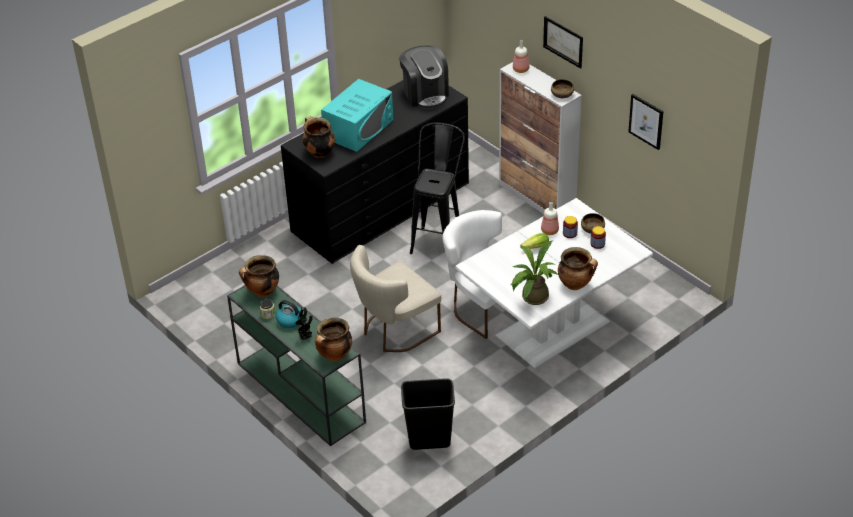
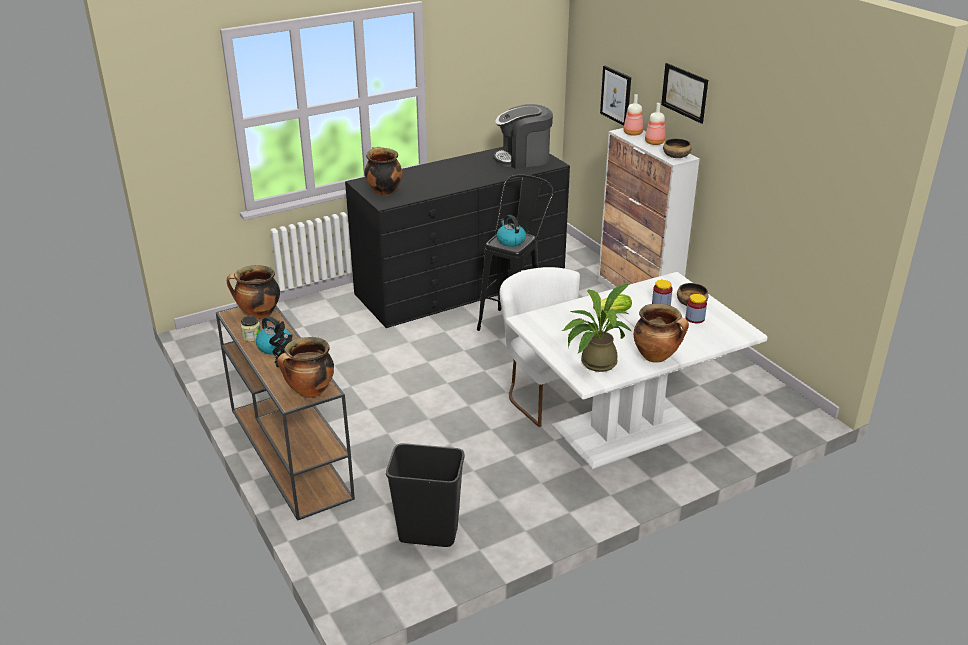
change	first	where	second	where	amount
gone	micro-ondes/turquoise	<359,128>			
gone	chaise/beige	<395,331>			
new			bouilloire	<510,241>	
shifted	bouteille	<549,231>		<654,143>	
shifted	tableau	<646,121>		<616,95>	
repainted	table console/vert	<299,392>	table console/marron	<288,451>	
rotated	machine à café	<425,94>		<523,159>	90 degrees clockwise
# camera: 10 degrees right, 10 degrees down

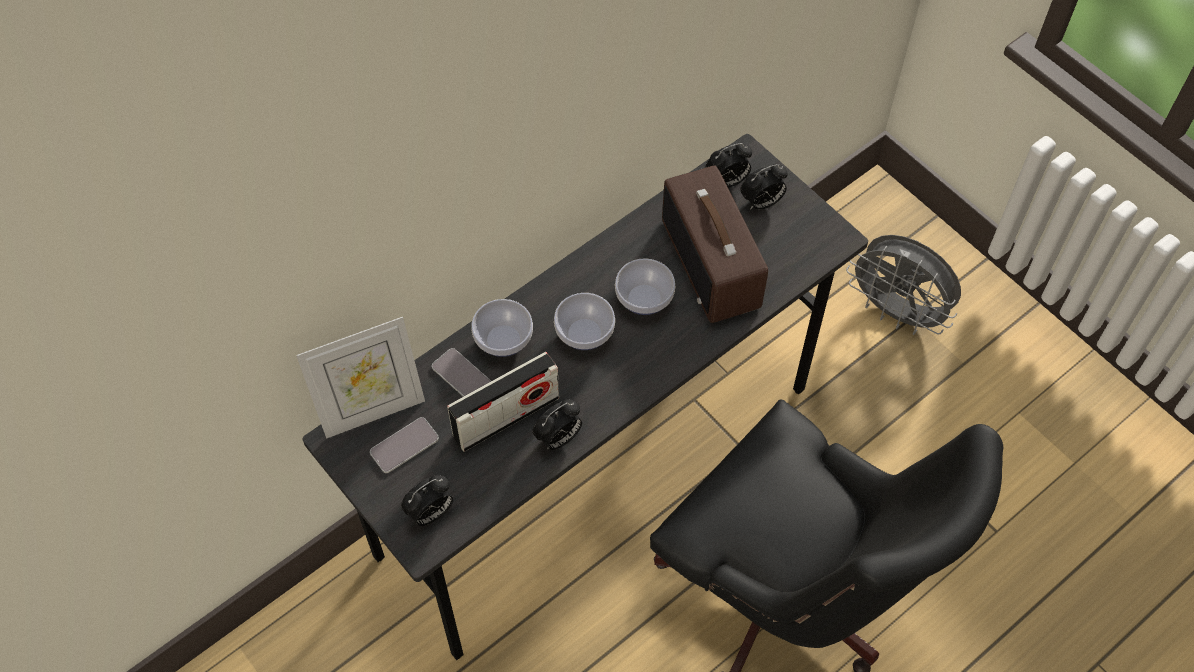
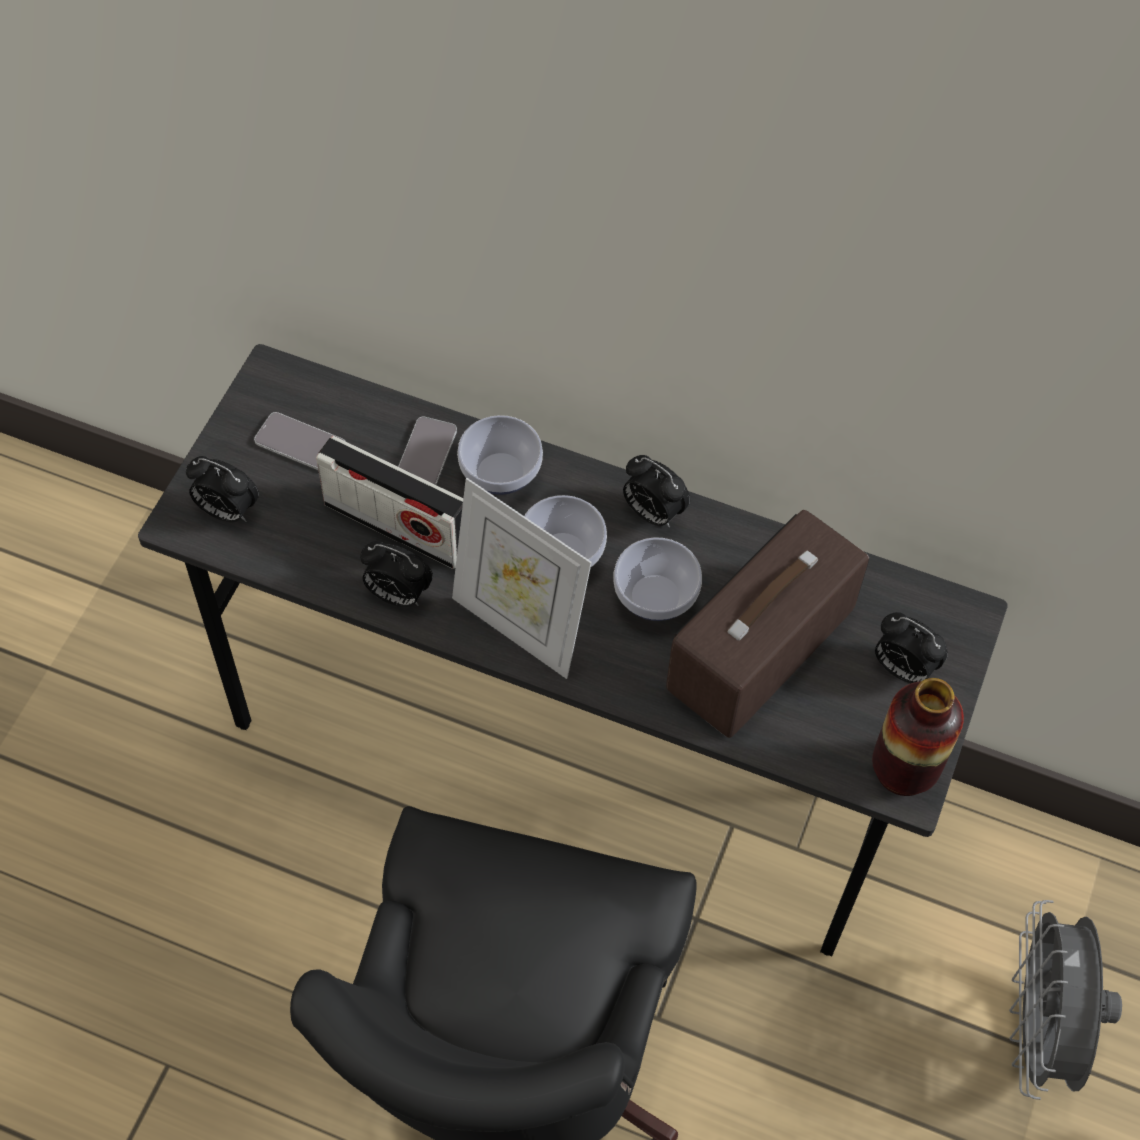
change	first	where	second	where	amount
new			vase	<903,770>	
shifted	cadre photo	<372,410>		<518,627>	
shifted	réveil	<727,181>		<652,513>	
# camera: 60 degrees right, 0 degrees up

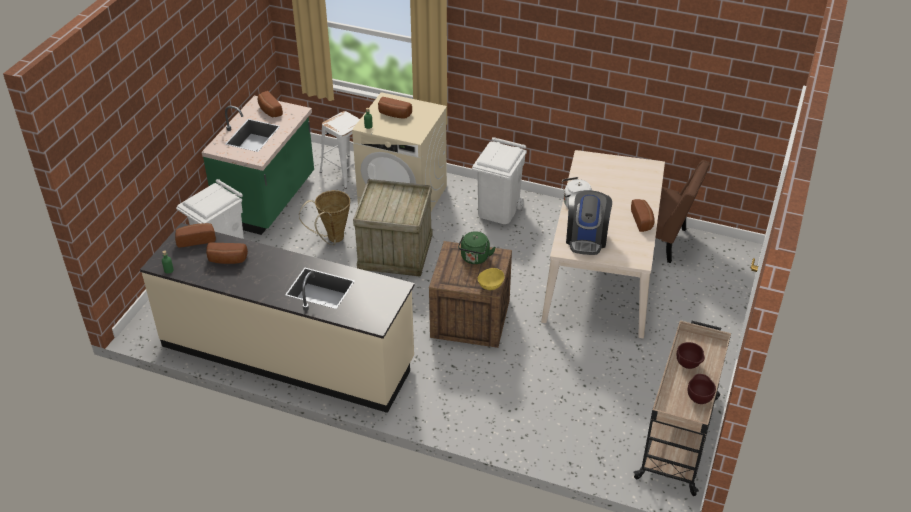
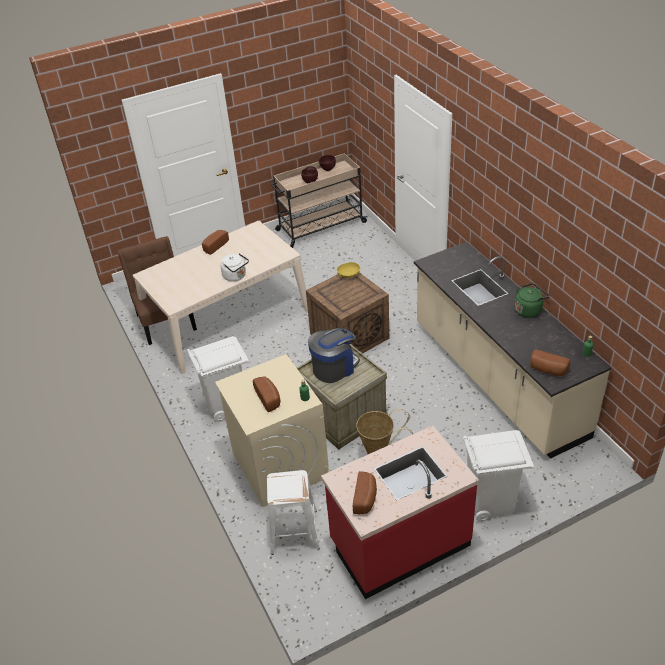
change	first	where	second	where	amount
gone	pain	<227,260>			
shifted	bouilloire/vert	<475,258>		<529,310>	
shifted	machine à café	<586,238>		<334,367>	
repainted	comptoir de cuisine/vert	<268,200>	comptoir de cuisine/rouge	<399,543>	
# camera: 135 degrees left, 0 degrees up

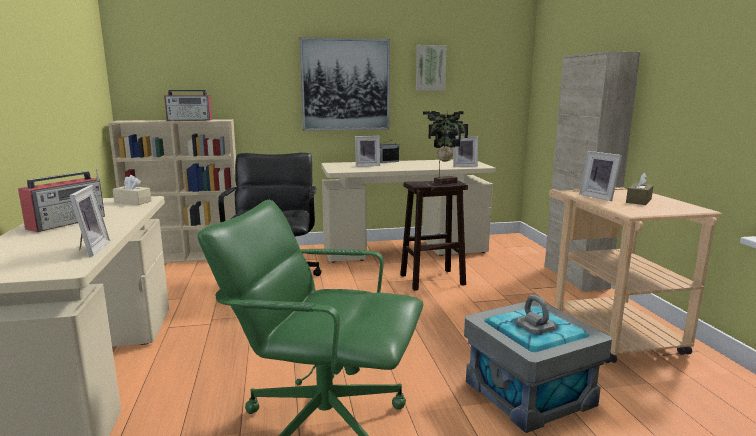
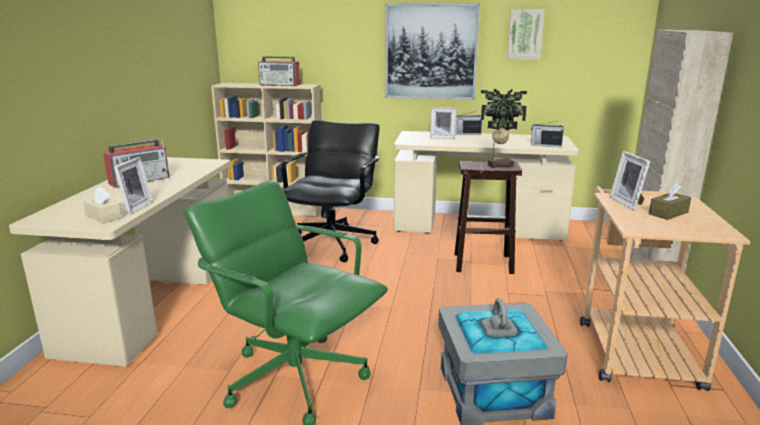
change	first	where	second	where	amount
shifted	boîte à mouchoirs/beige	<133,202>		<103,217>	
swapped	cadre photo	<464,166>	radio	<545,145>	
# camera: 20 degrees right, 5 degrees up

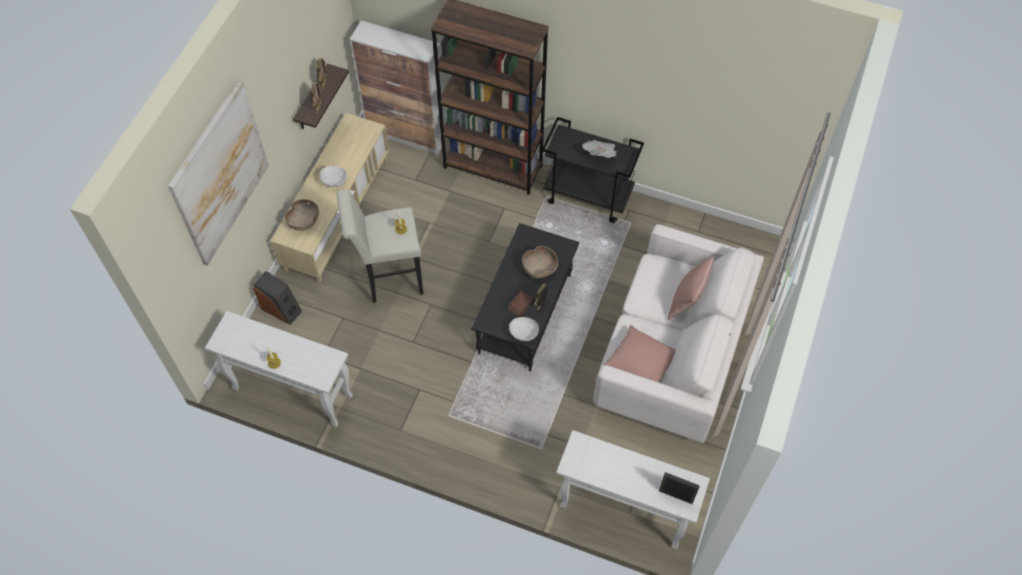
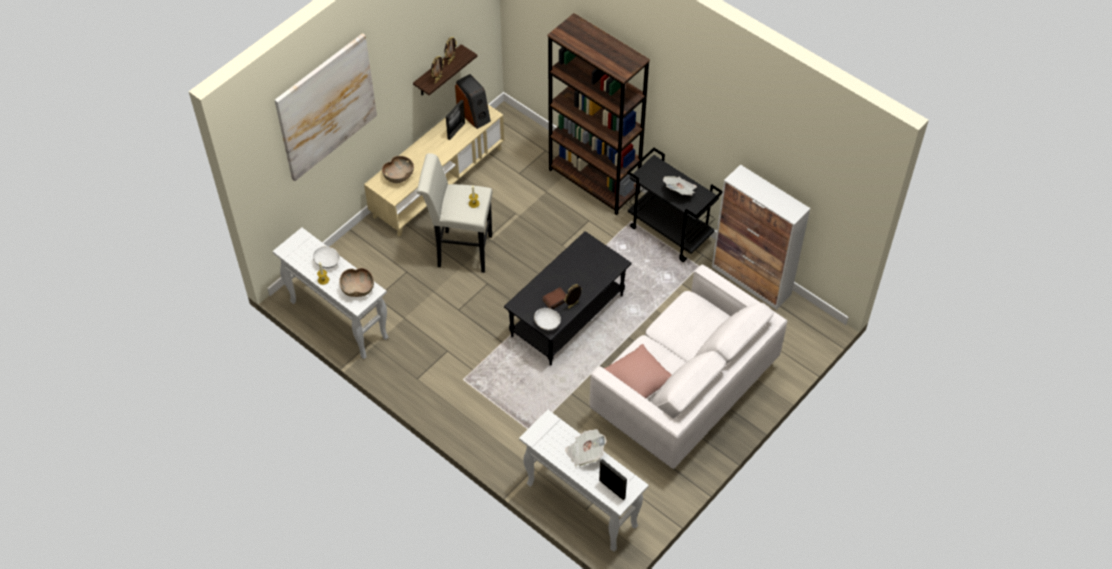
change	first	where	second	where	amount
gone	coussin/rose	<687,302>			
new			cadre photo	<456,131>	
new			journal	<585,453>	
shifted	enceinte	<281,309>		<474,115>	
shifted	bol/blanc	<334,181>		<327,262>	
shifted	meuble de rangement	<407,134>		<751,281>	
shifted	bol/marron	<539,268>		<358,289>	
# camera: 20 degrees right, 5 degrees down

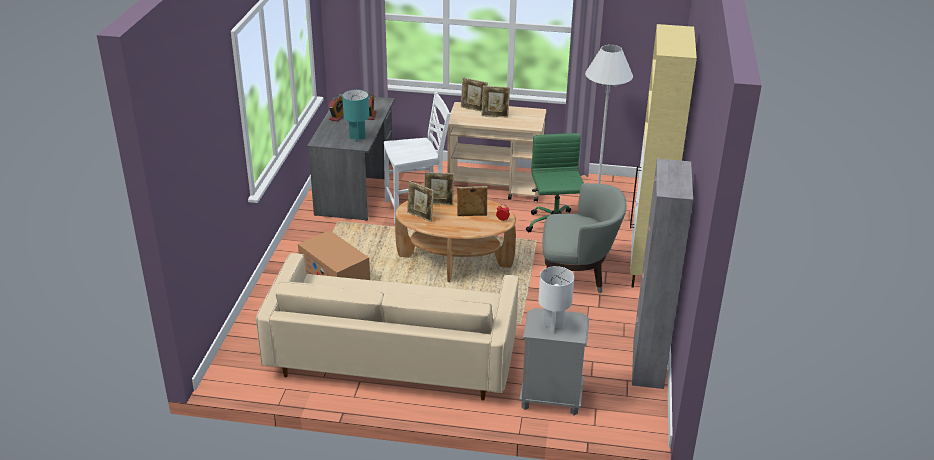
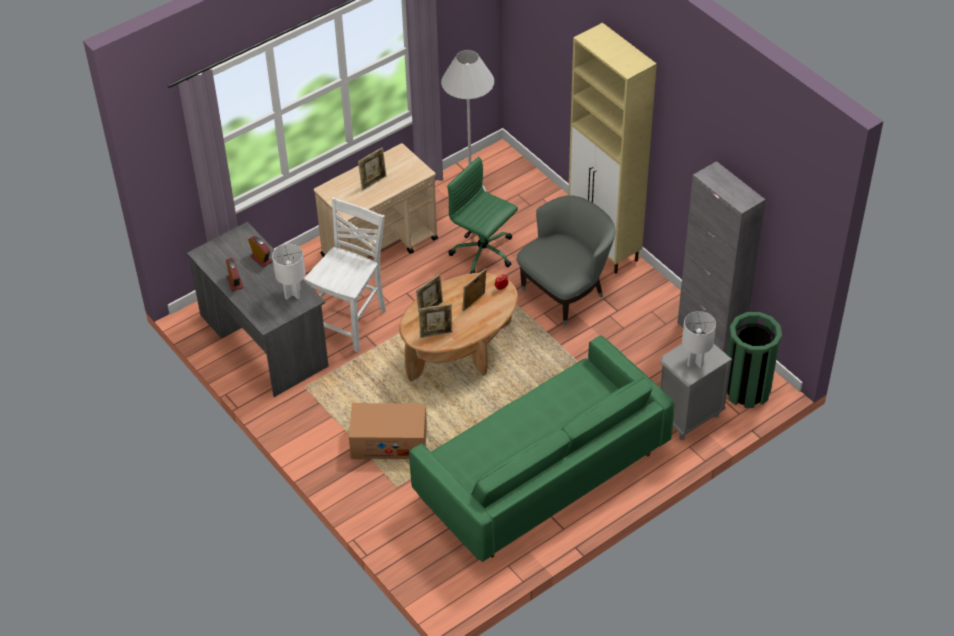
change	first	where	second	where	amount
gone	cadre photo	<473,109>			
new			poubelle/vert	<746,390>	
repainted	canapé/beige	<393,356>	canapé/vert	<541,474>	
repainted	lampe de table/turquoise	<357,138>	lampe de table/blanc	<292,294>	
# camera: 45 degrees left, 15 degrees up

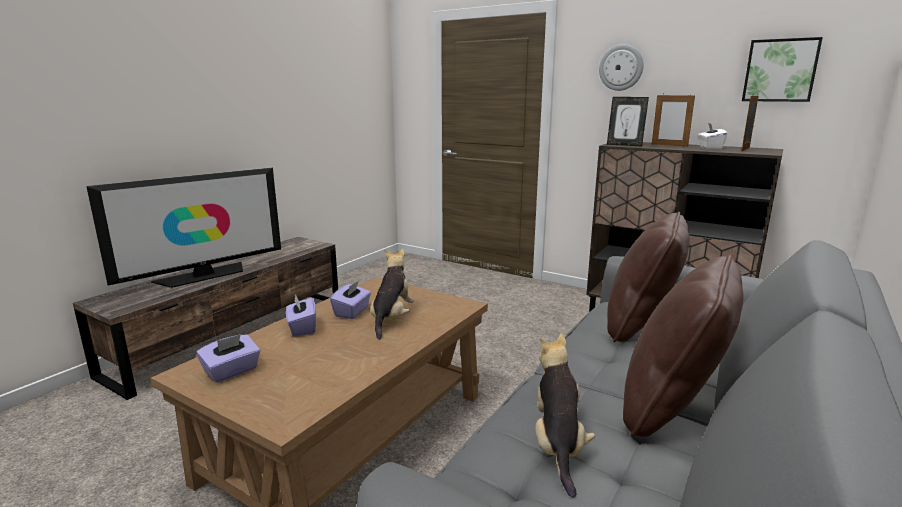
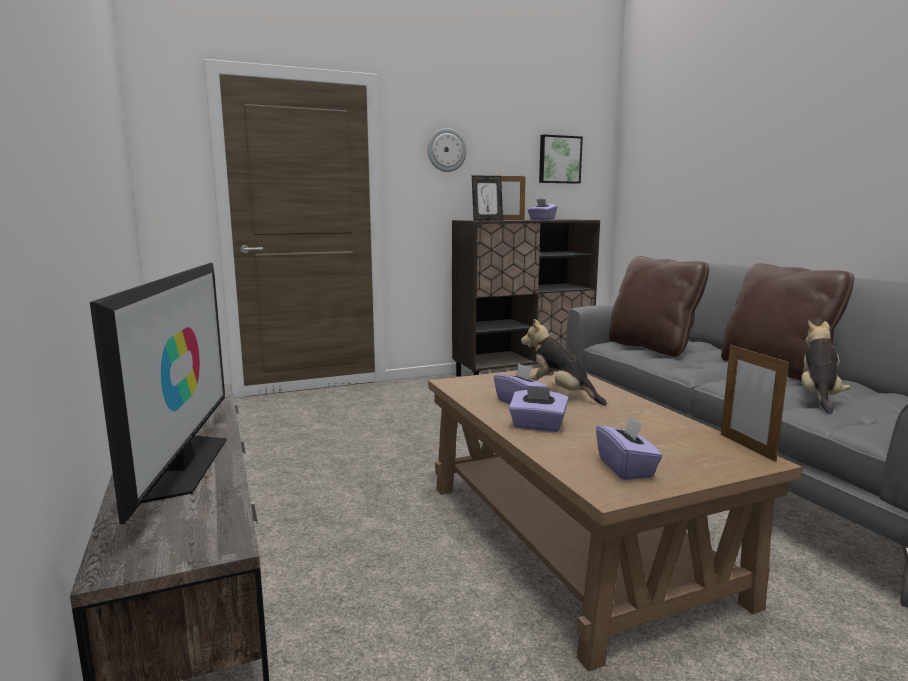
change	first	where	second	where	amount
shifted	cadre photo	<745,149>		<747,447>	
repainted	boîte à mouchoirs/blanc	<709,148>	boîte à mouchoirs/violet	<541,219>	
rotated	peluche	<558,445>		<818,397>	75 degrees clockwise
# camera: 55 degrees left, 5 degrees down

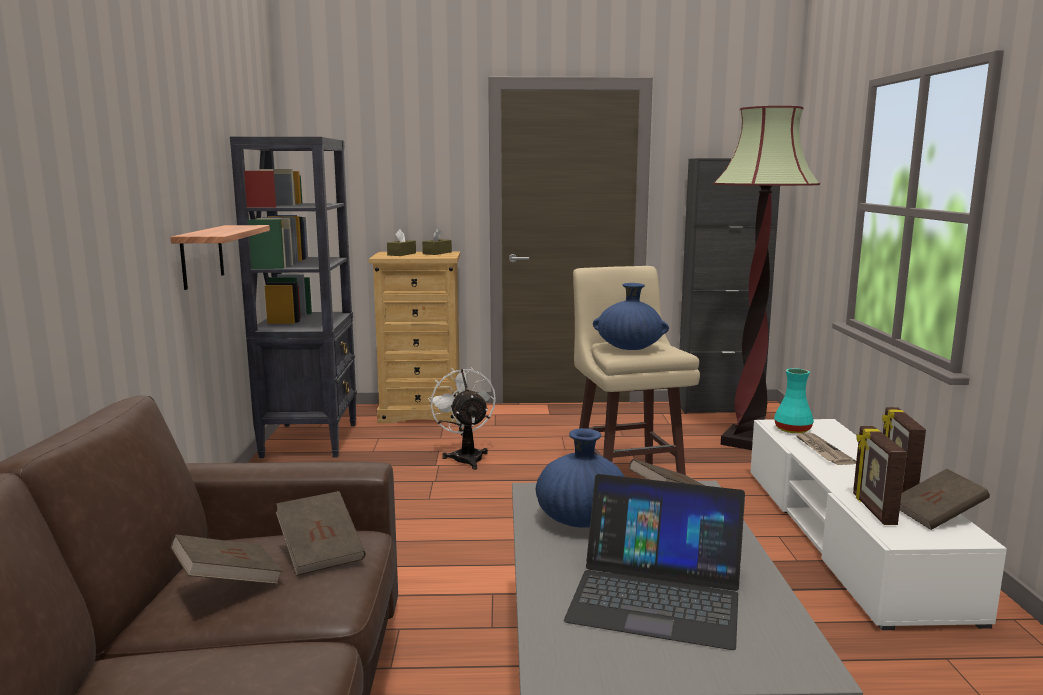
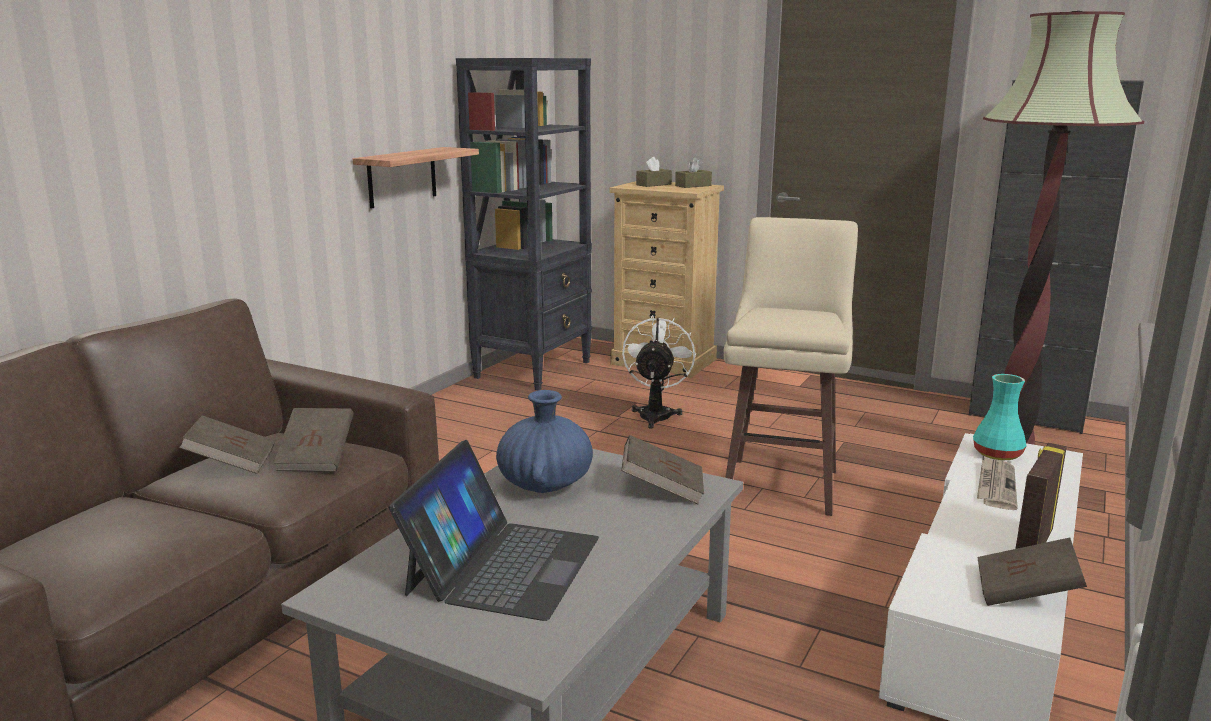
change	first	where	second	where	amount
gone	vase/bleu	<629,348>			
gone	cadre photo	<872,509>			
rotated	ordinateur portable	<656,595>		<503,565>	120 degrees counterclockwise
# camera: 30 degrees right, 5 degrees up

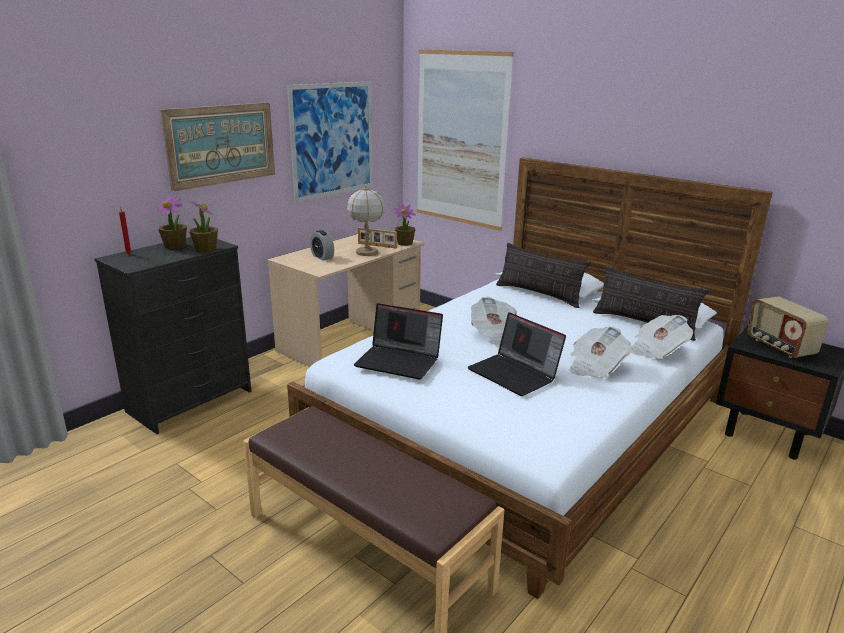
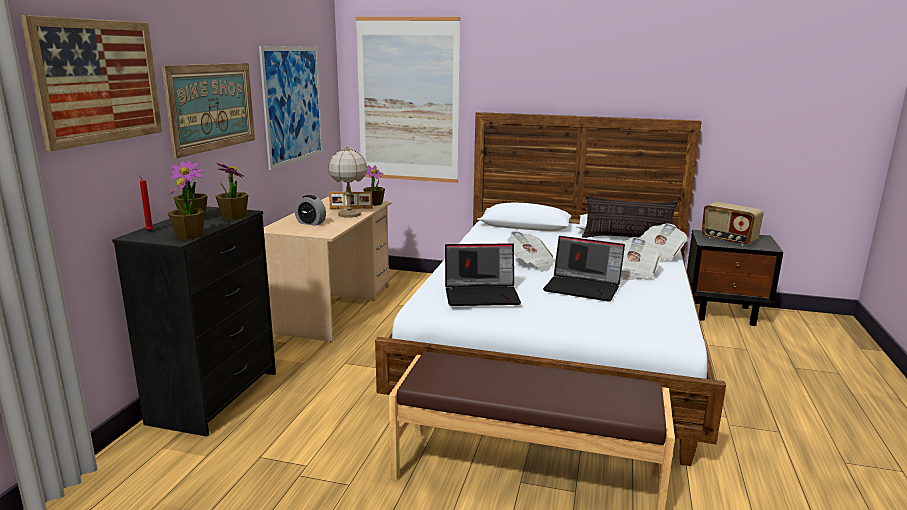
change	first	where	second	where	amount
gone	coussin	<539,294>			
new			tableau	<99,81>	
new			plante en pot	<189,236>	
# camera: 25 degrees left, 5 degrees down

